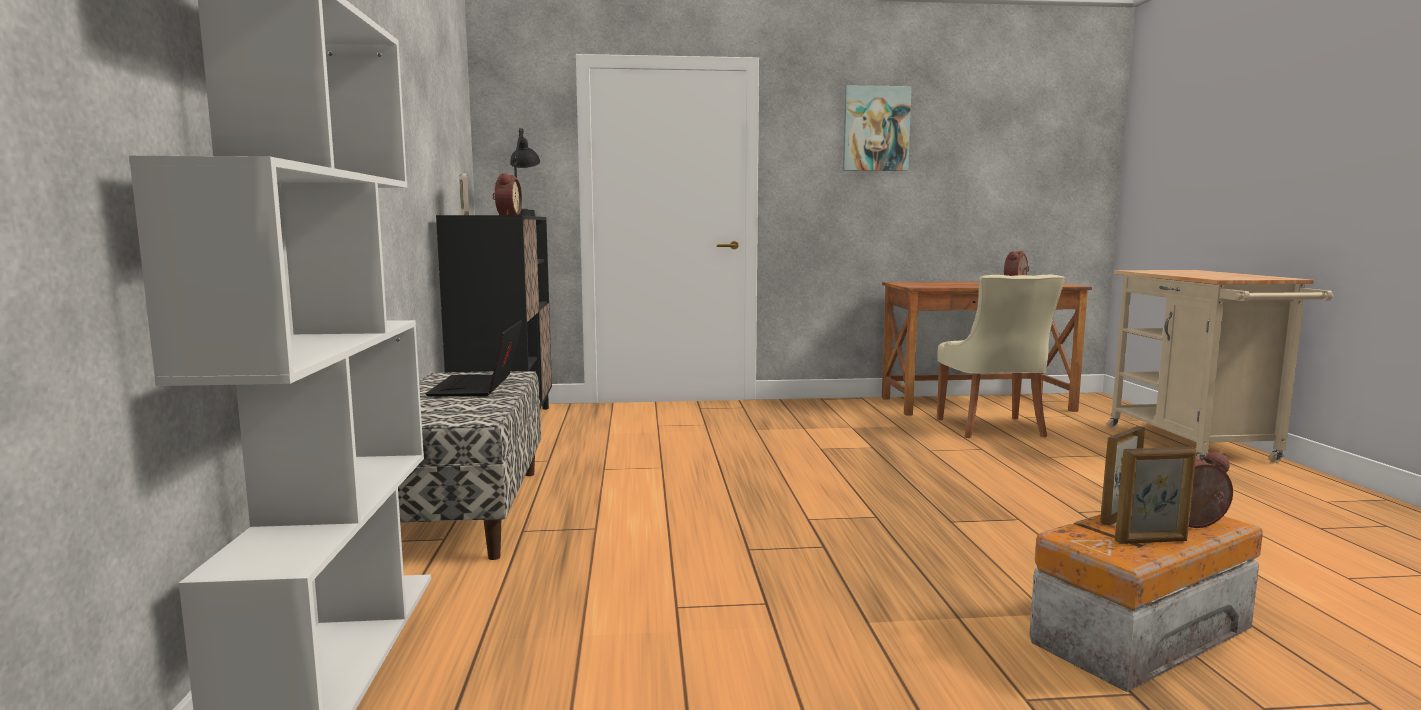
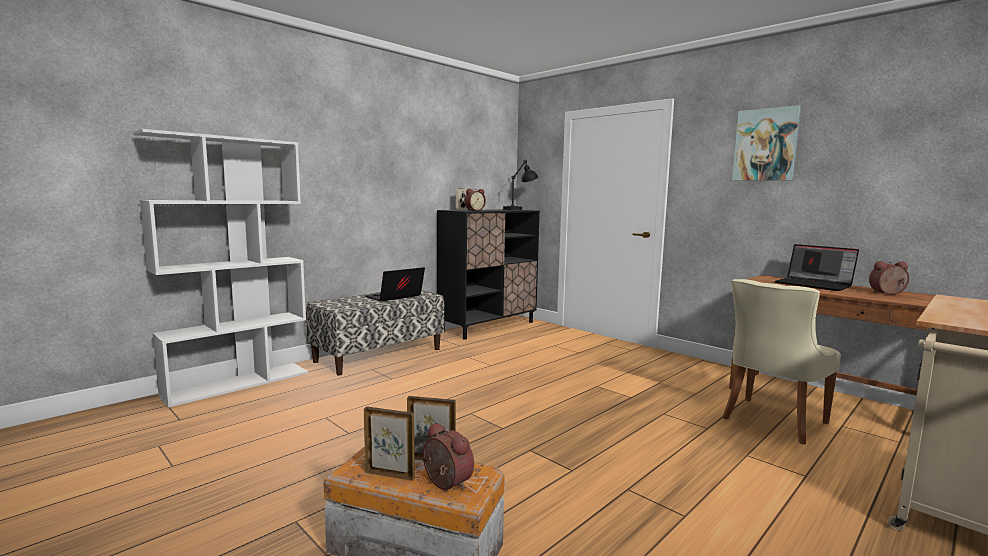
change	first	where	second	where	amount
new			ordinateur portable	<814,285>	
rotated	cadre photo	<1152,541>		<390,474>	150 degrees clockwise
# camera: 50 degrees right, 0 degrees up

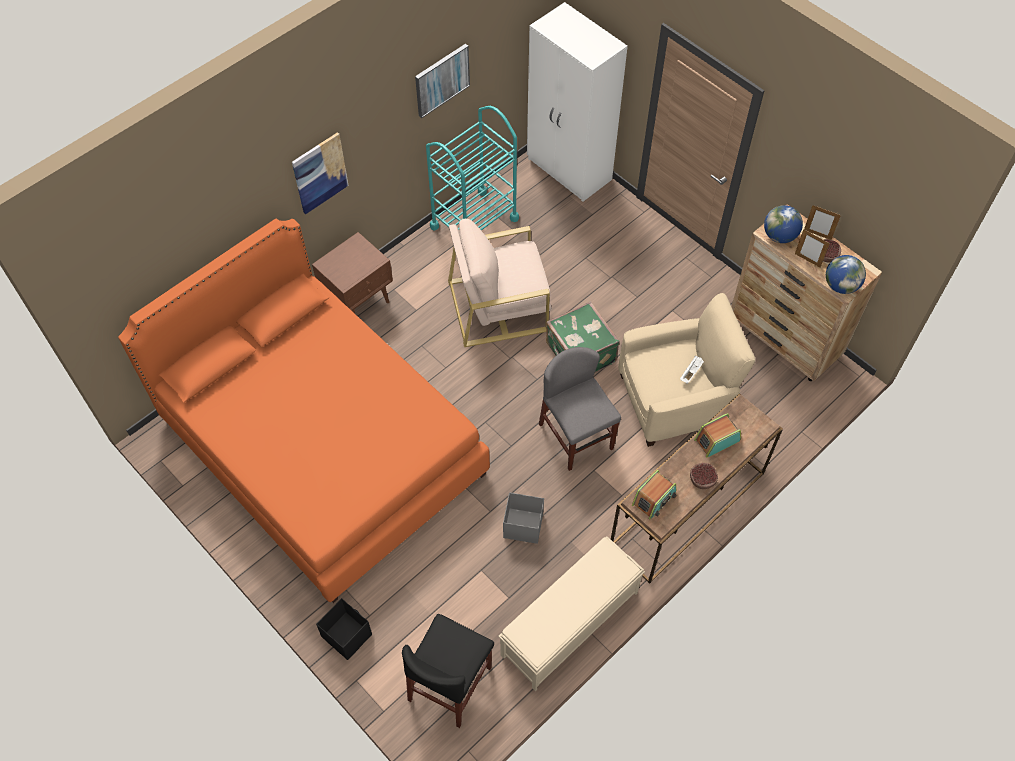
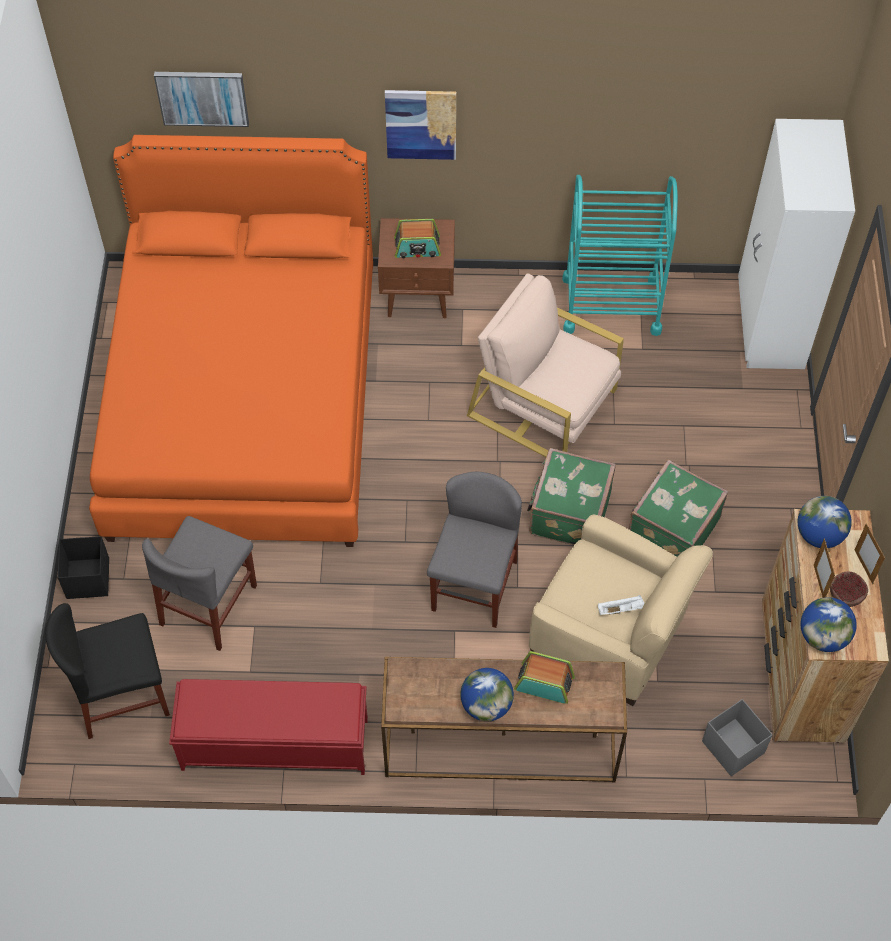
change	first	where	second	where	amount
new			chaise/gris	<209,605>	
new			valise/vert	<671,528>	
shifted	tableau	<441,80>		<202,97>	
shifted	boîte de rangement/gris	<522,525>		<732,746>	
shifted	radio	<654,499>		<417,247>	
swapped	bol	<702,479>	globe	<486,705>	
repainted	banc/beige	<569,624>	banc/rouge	<273,743>	
# camera: 45 degrees right, 0 degrees up

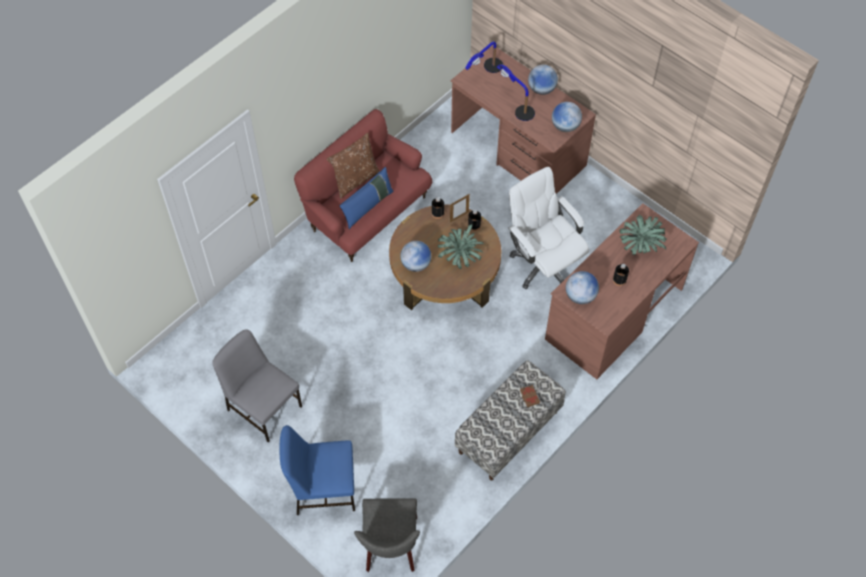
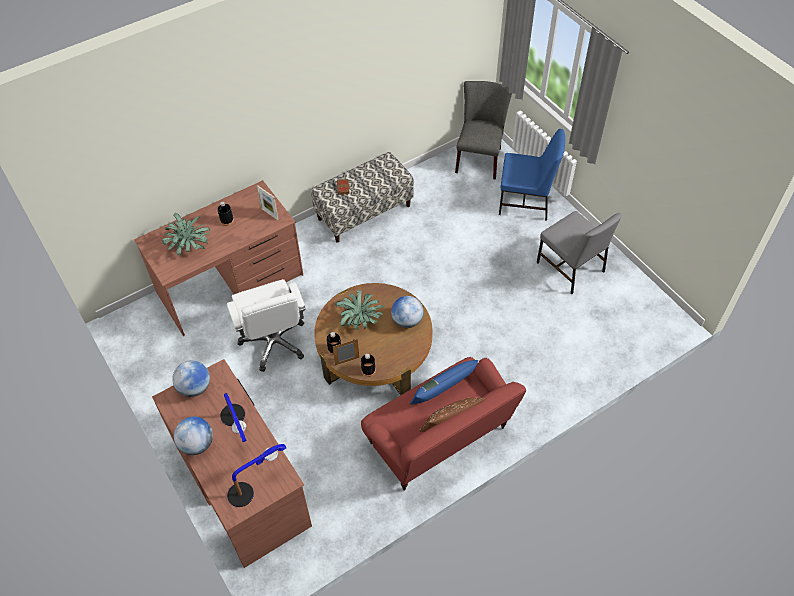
change	first	where	second	where	amount
swapped	globe	<580,296>	cadre photo	<269,214>	
# camera: 165 degrees left, 5 degrees down

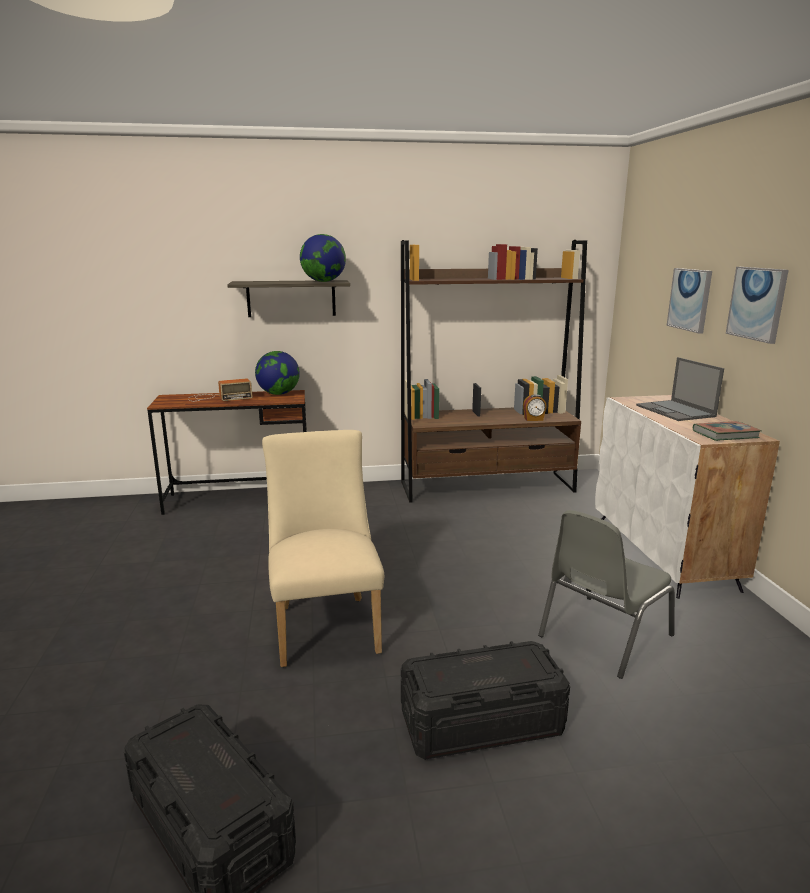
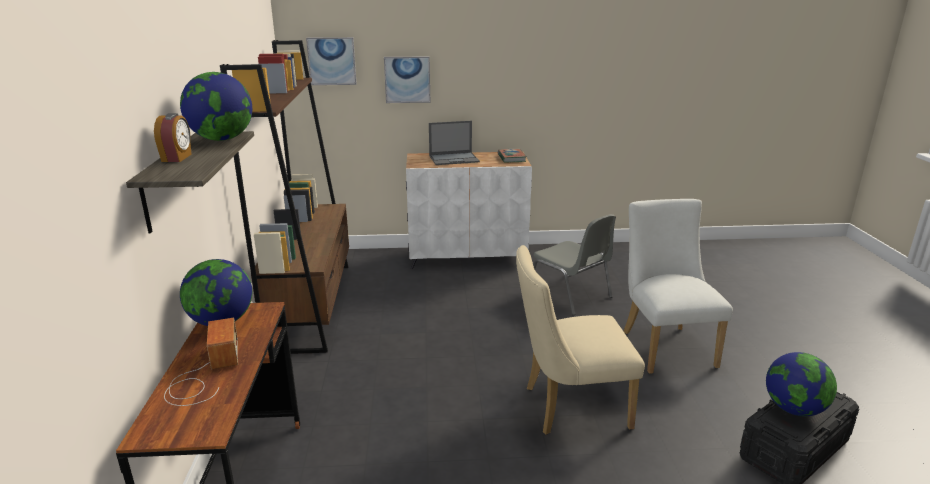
change	first	where	second	where	amount
new			globe	<794,409>	
shifted	réveil	<533,419>		<177,158>	
shifted	tableau	<757,303>		<332,61>	
swapped	boîte de rangement/noir	<481,723>	chaise/blanc	<664,345>	
# camera: 85 degrees left, 5 degrees up

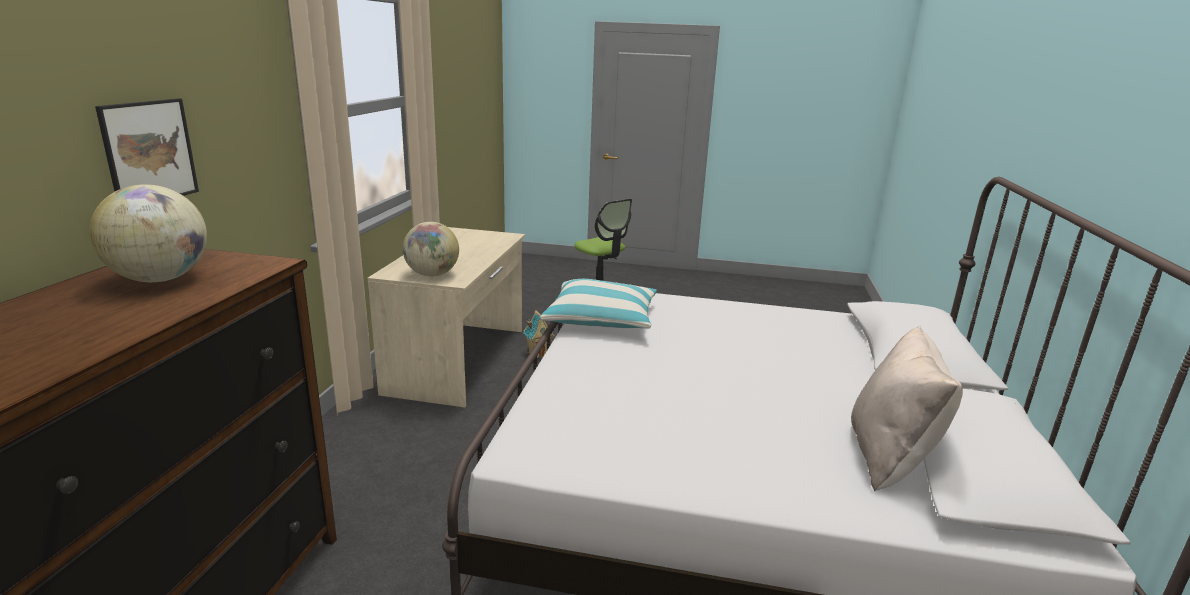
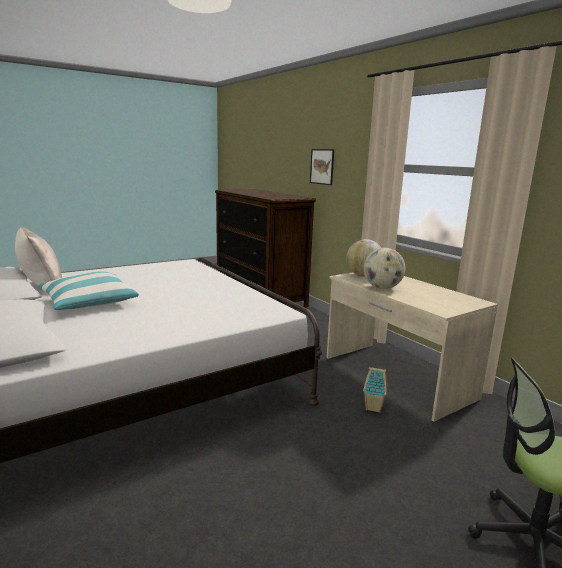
change	first	where	second	where	amount
shifted	globe	<160,279>		<382,288>	
shifted	coussin	<601,319>		<89,302>	
# camera: 135 degrees right, 5 degrees down

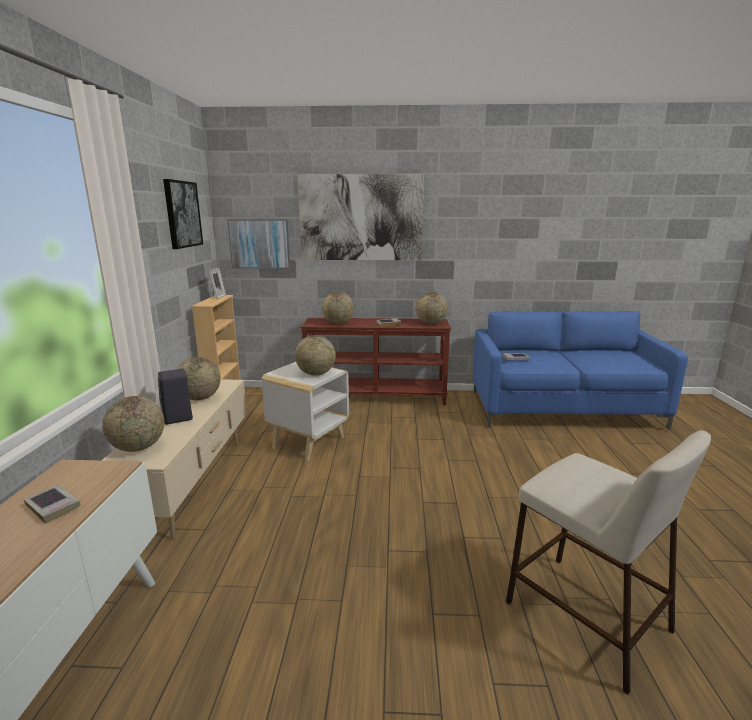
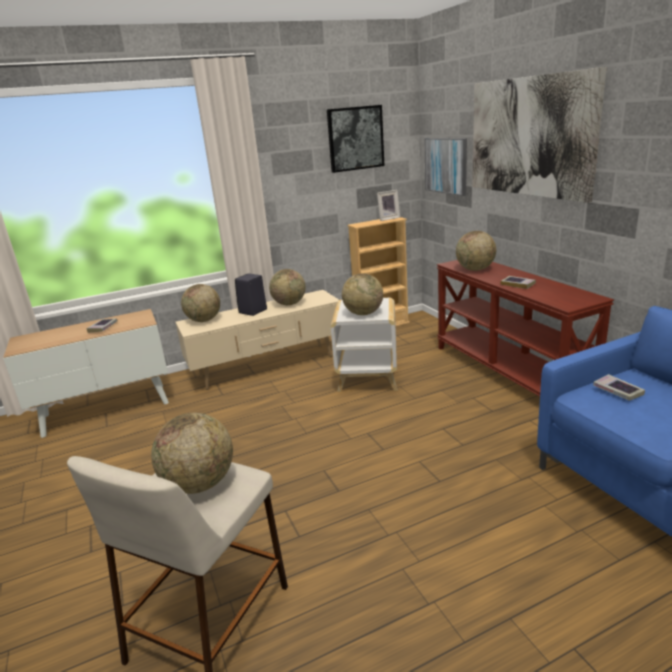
change	first	where	second	where	amount
shifted	globe	<431,323>		<200,484>	
# camera: 65 degrees right, 5 degrees up

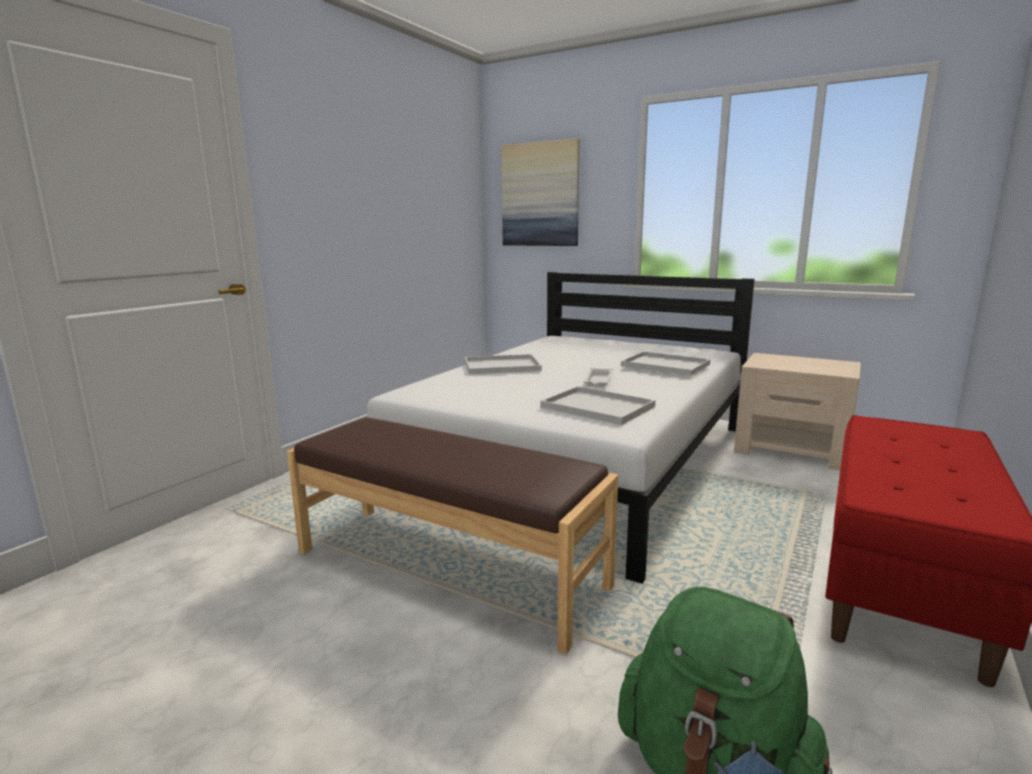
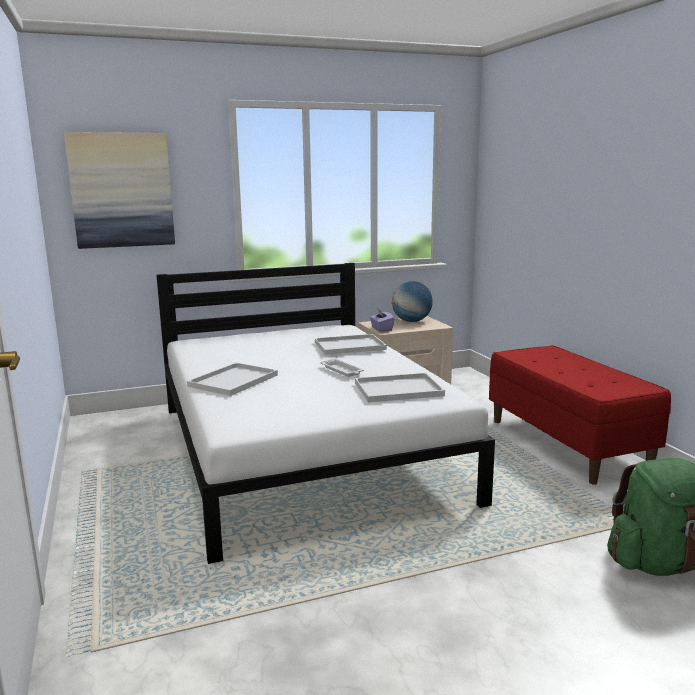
change	first	where	second	where	amount
gone	banc/marron	<449,568>			
new			boîte à mouchoirs/violet	<381,329>	
new			globe	<411,321>	
# camera: 50 degrees left, 0 degrees up

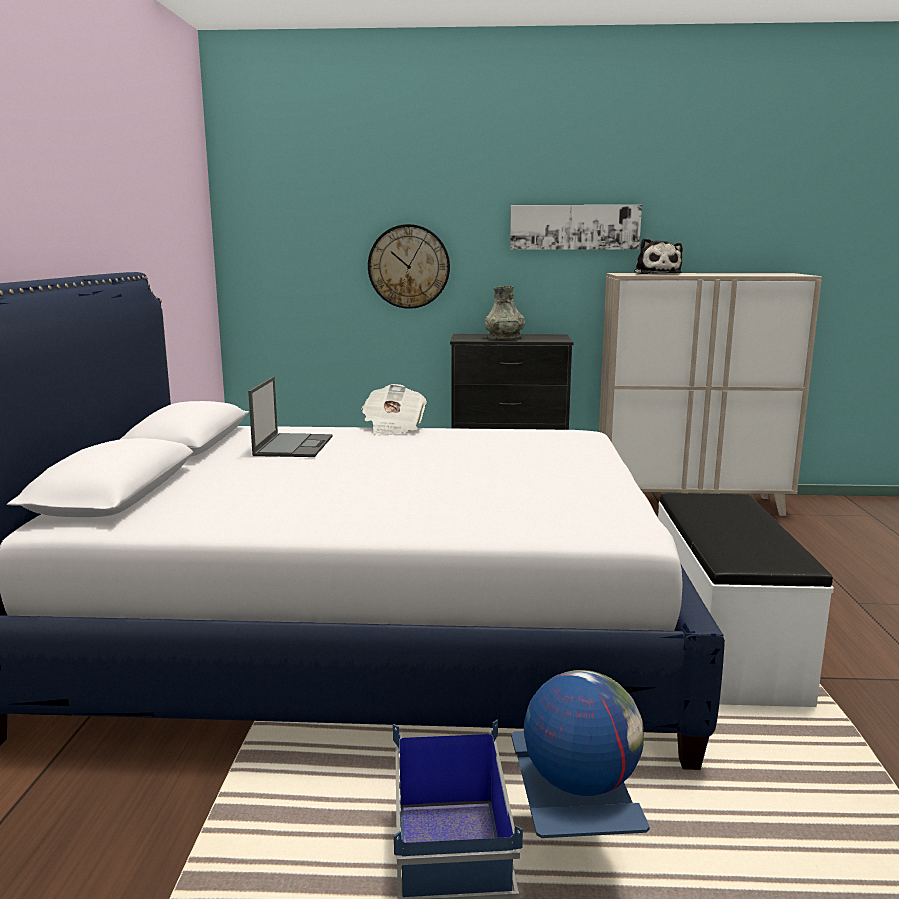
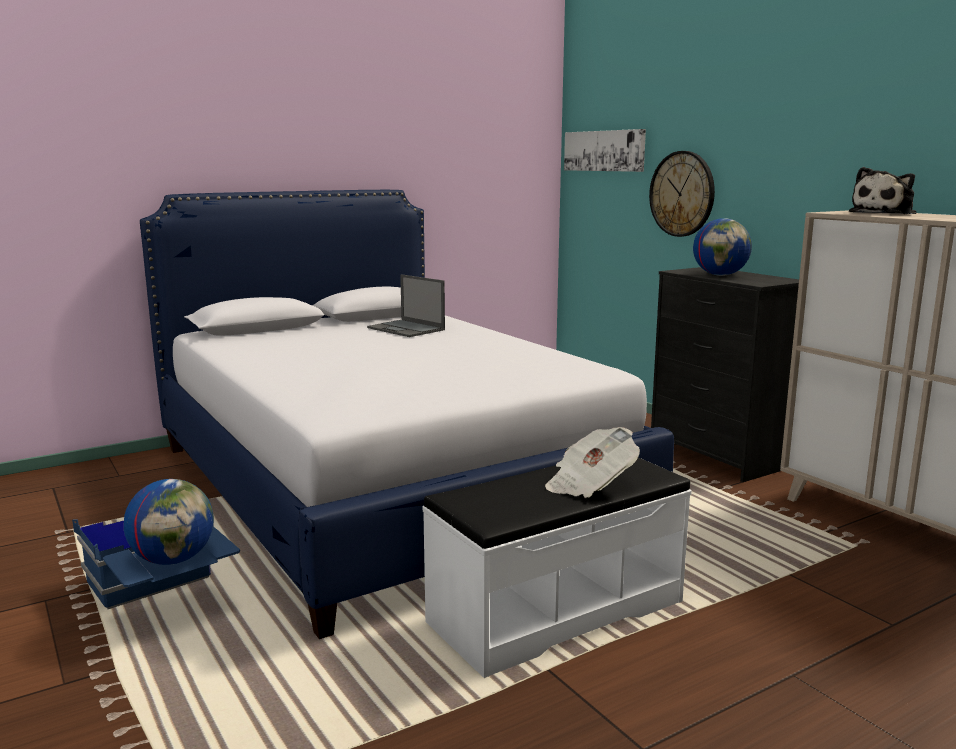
change	first	where	second	where	amount
shifted	journal	<393,428>		<590,485>	
shifted	tableau	<574,227>		<604,151>	
swapped	vase/gris	<504,338>	globe	<720,275>	
rotated	ordinateur portable	<293,445>		<407,329>	75 degrees clockwise
# camera: 55 degrees right, 0 degrees up

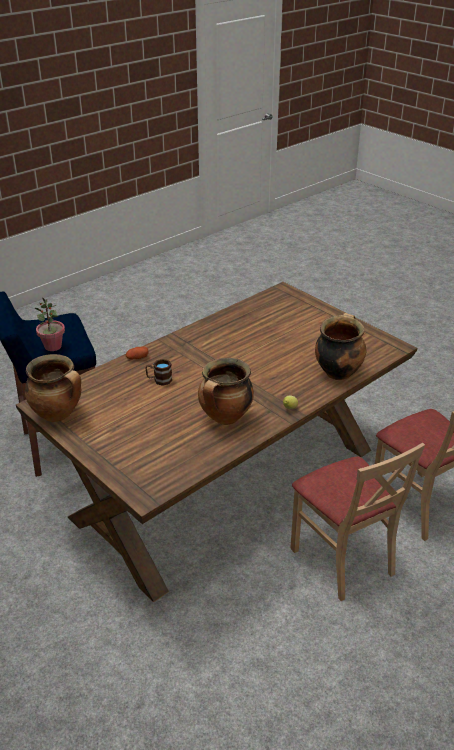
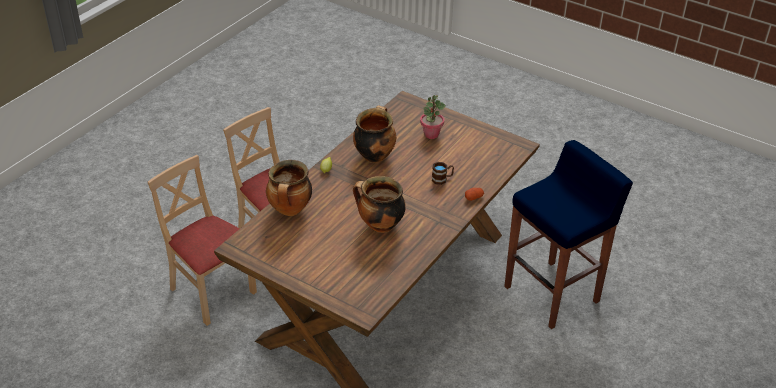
change	first	where	second	where	amount
shifted	marmite	<58,414>		<379,225>	
shifted	plante en pot	<53,346>		<431,134>	
# camera: 165 degrees right, 5 degrees up

